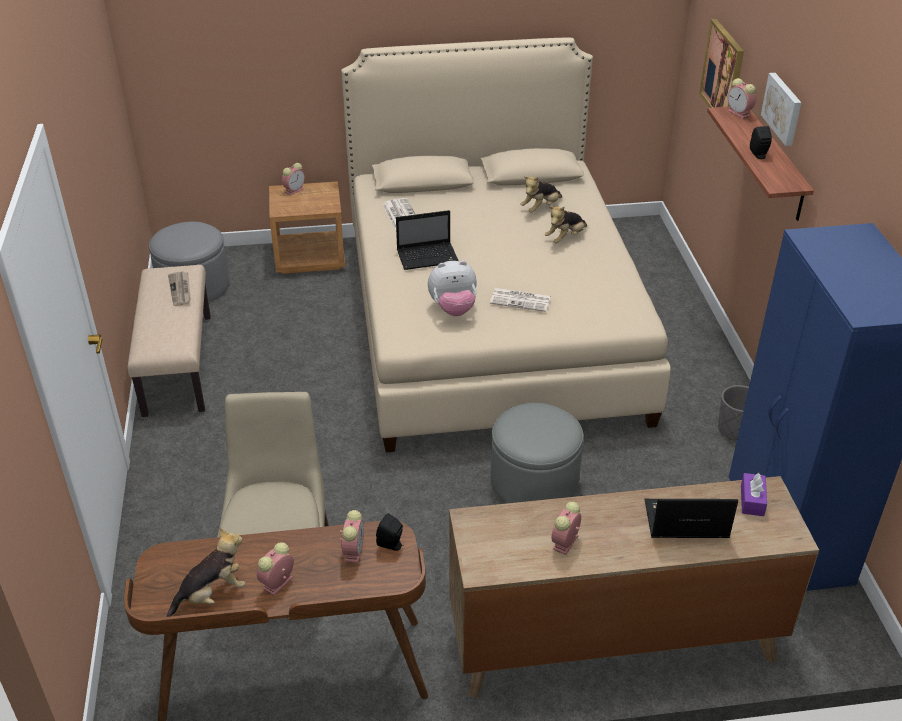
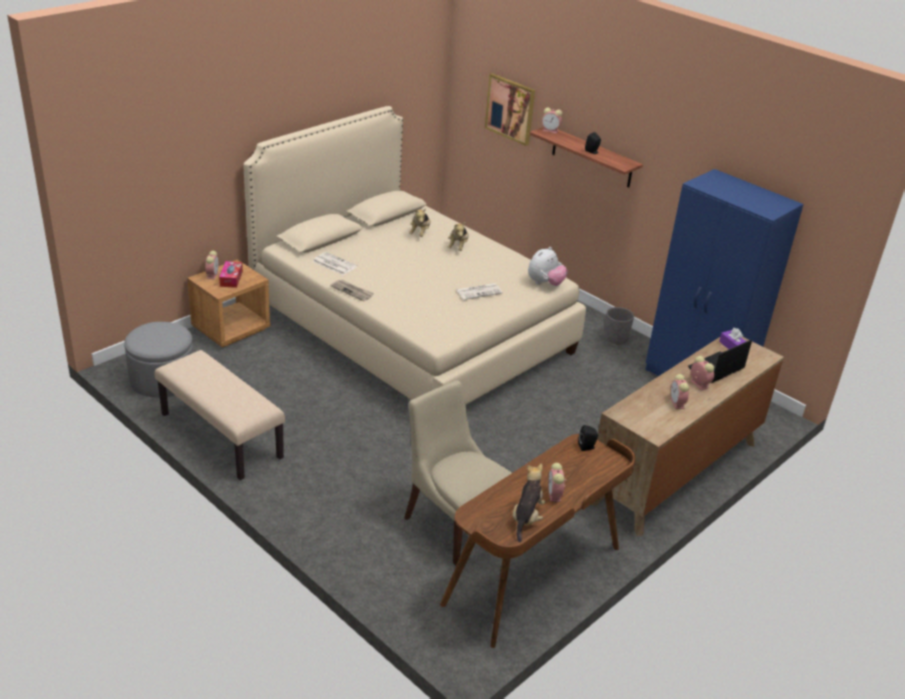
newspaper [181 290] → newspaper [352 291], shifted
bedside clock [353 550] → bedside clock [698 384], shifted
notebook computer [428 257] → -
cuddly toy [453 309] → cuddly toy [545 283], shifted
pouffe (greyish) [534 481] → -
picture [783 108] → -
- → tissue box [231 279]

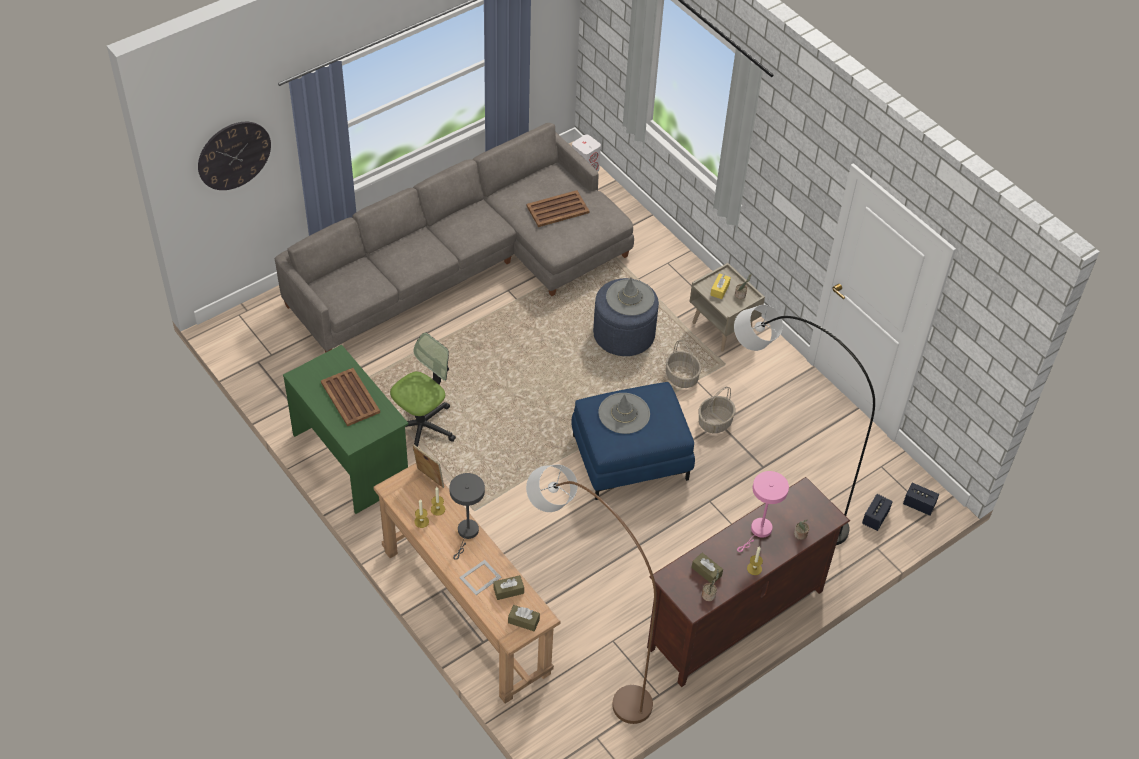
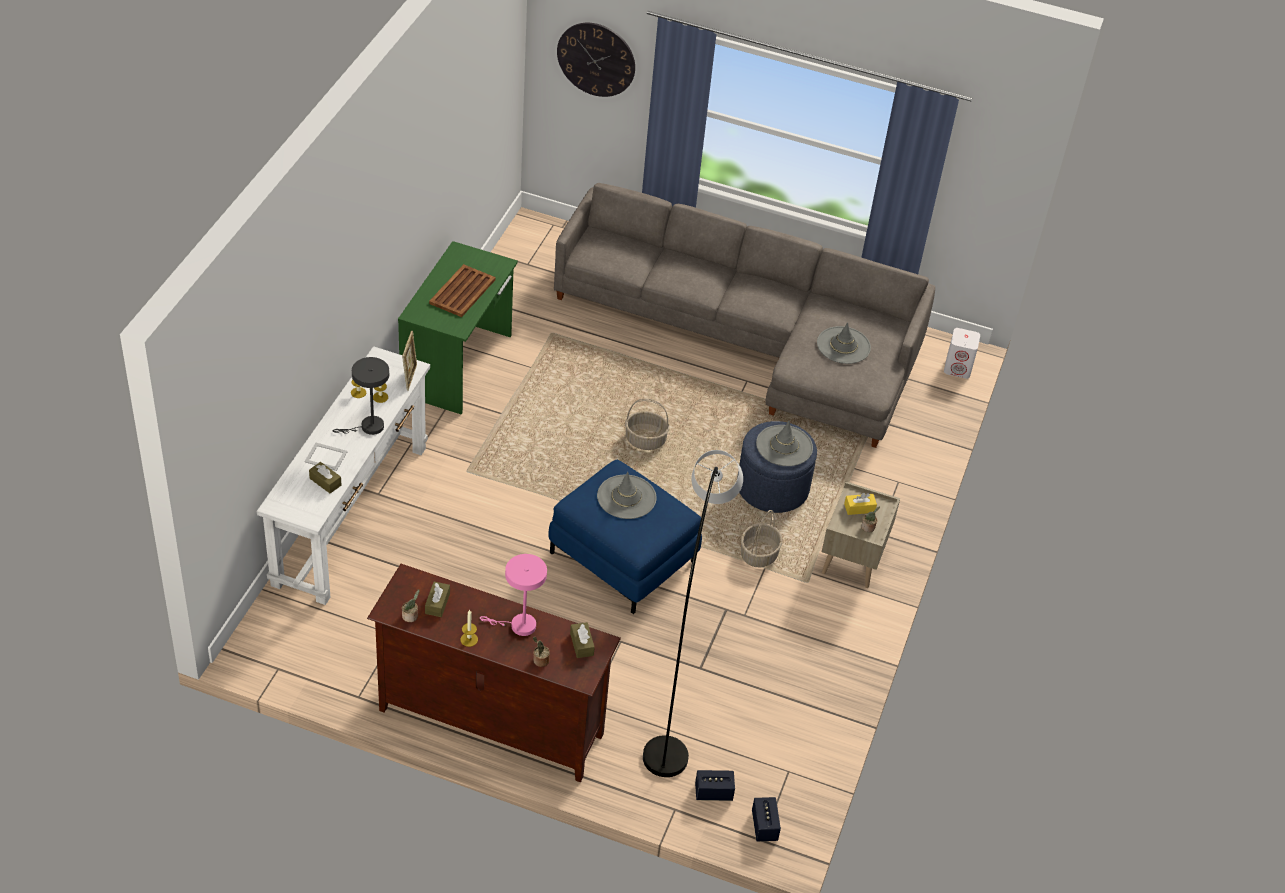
console table (brown-coloured) [465 611] → console table (white-coloured) [351 514]
computer chair [422 426] → -
tissue box (brown-coloured) [523 621] → tissue box (brown-coloured) [581 644], shifted
serving tray (brown-coloured) [558 209] → clothing hat (greyish) [843 345]
standing lamp (brown-coloured) [584 652] → -
basket [715 422] → basket [646 440], shifted

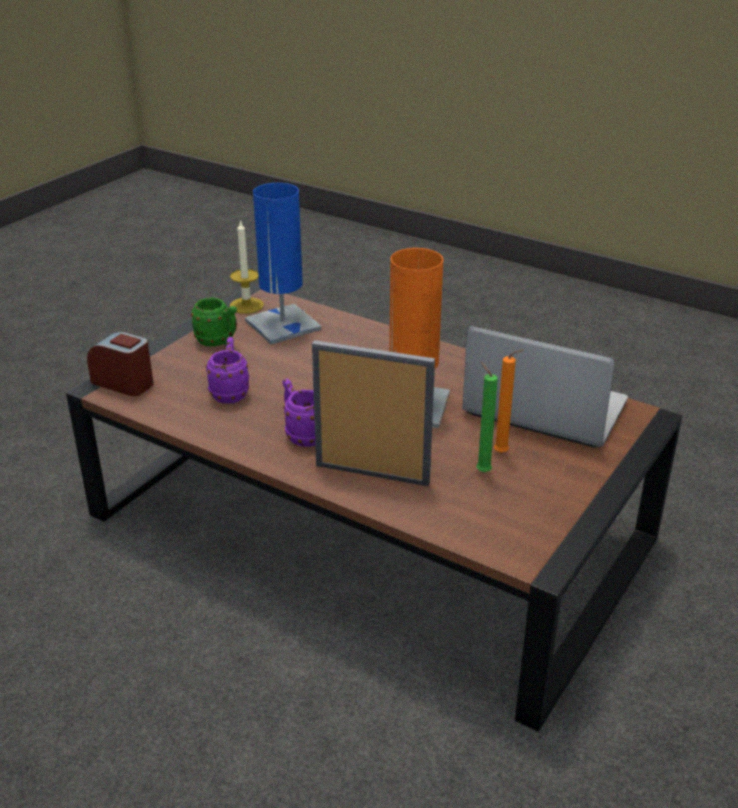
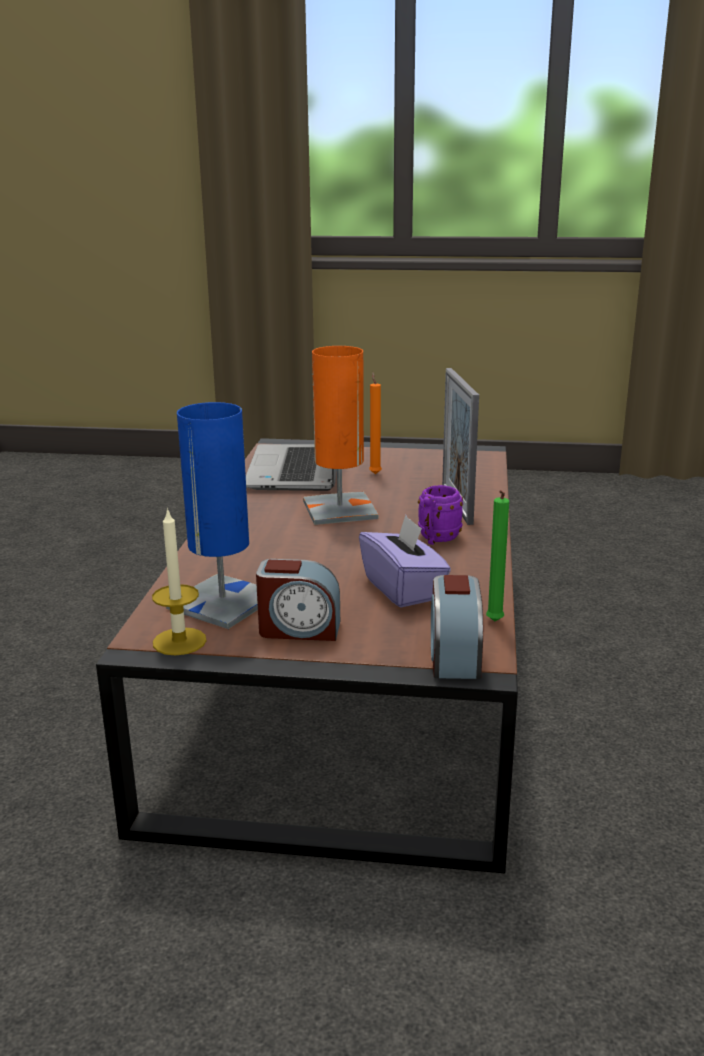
tea mug (greenish) [218 342] → bedside clock [299 629]
tea mug (purplish) [230 392] → tissue box (purplish) [403 589]
wax candle (greenish) [481 471] → wax candle (greenish) [494 622], shifted

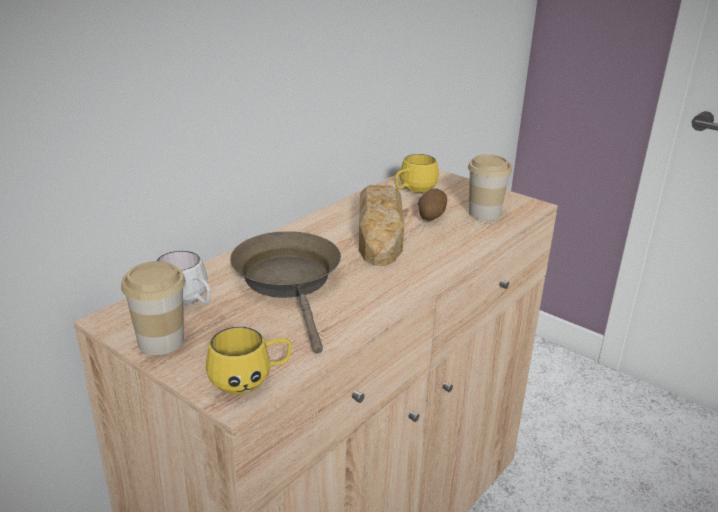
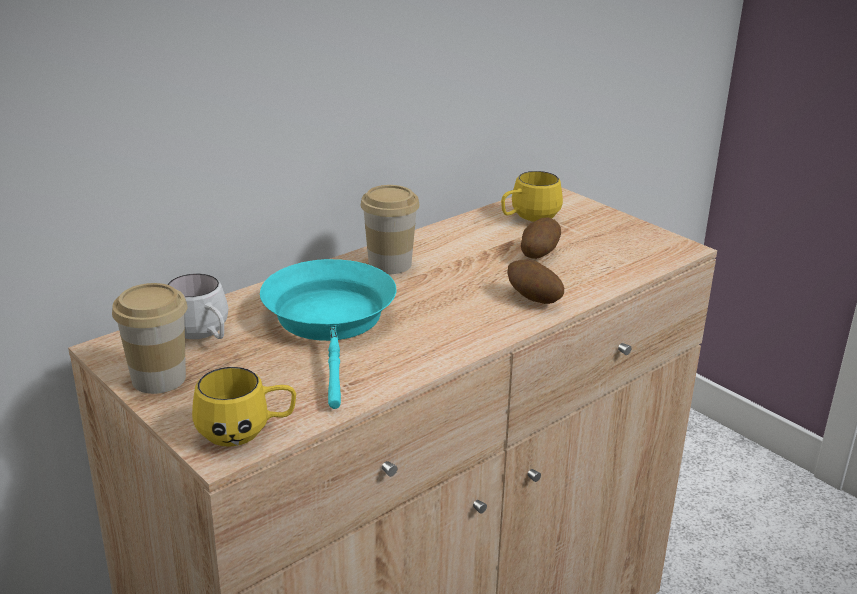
frying pan (brown-coloured) [290 282] → frying pan (turquoise) [331 322]
bread [379 232] → -
drinking cup [484 213] → drinking cup [390 264], shifted
- → potato [533 299]

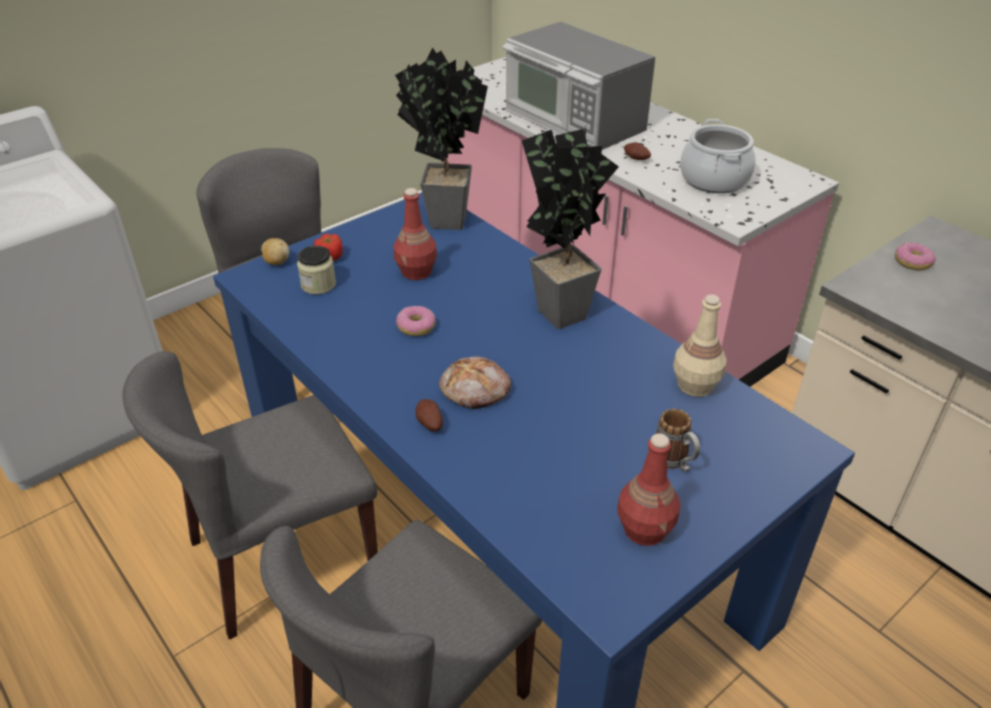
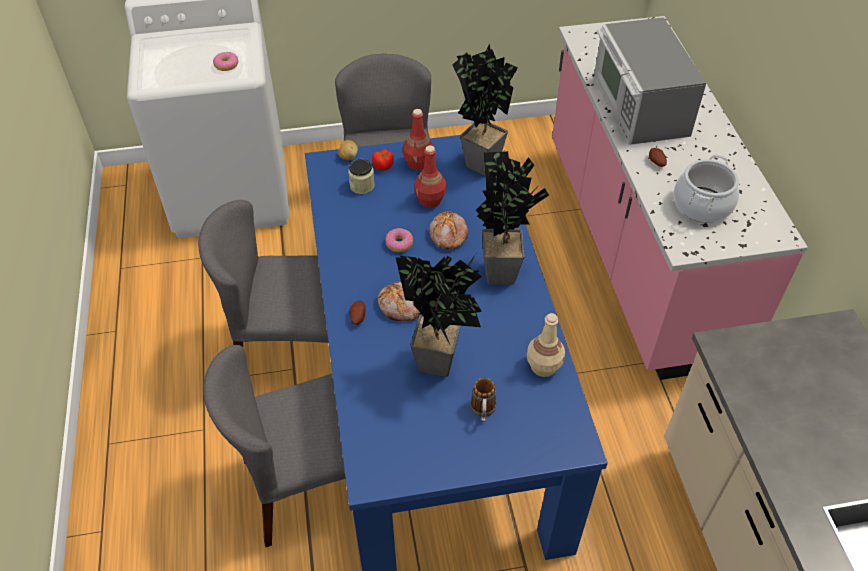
beverage bottle (red) [645 529] → beverage bottle (red) [418 163], shifted
ring doughnut [912 262] → ring doughnut [226 65], shifted
- → houseplant [441 367]
- → bread [447 235]

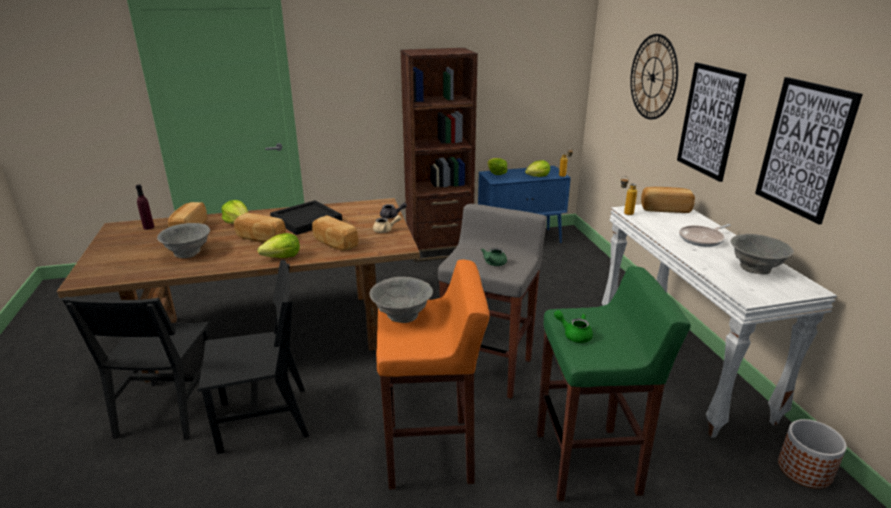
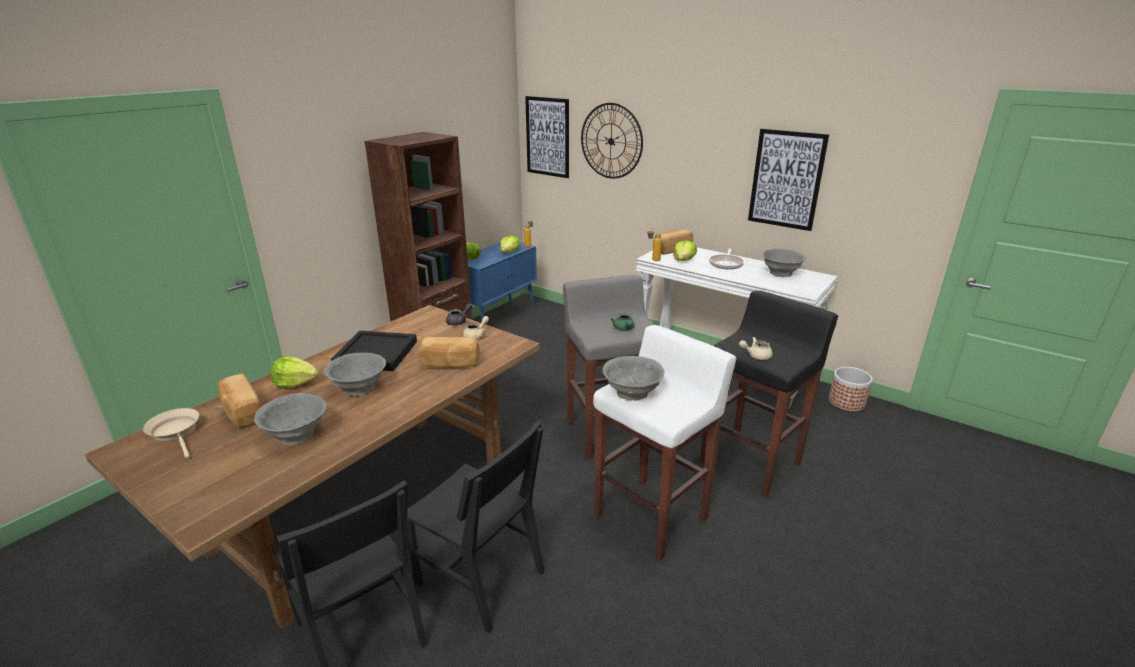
beverage bottle (purplish) [148 227] → frying pan (sand-coloured) [176 432]
chair (black-coloured) [264 419] → chair (black-coloured) [480 578], 90 degrees clockwise
bread [260 238] → bowl (greyish) [359 388]
lettuce head [282 257] → lettuce head [683 260], shifted
stool (orange) [431 453] → stool (white-coloured) [652 516]
stool (greenish) [588 463] → stool (black-coloured) [751 462]
tea pot (greenish) [574 334] → tea pot (sand-coloured) [756 355]
picture [709 121] → picture [547 137], shifted

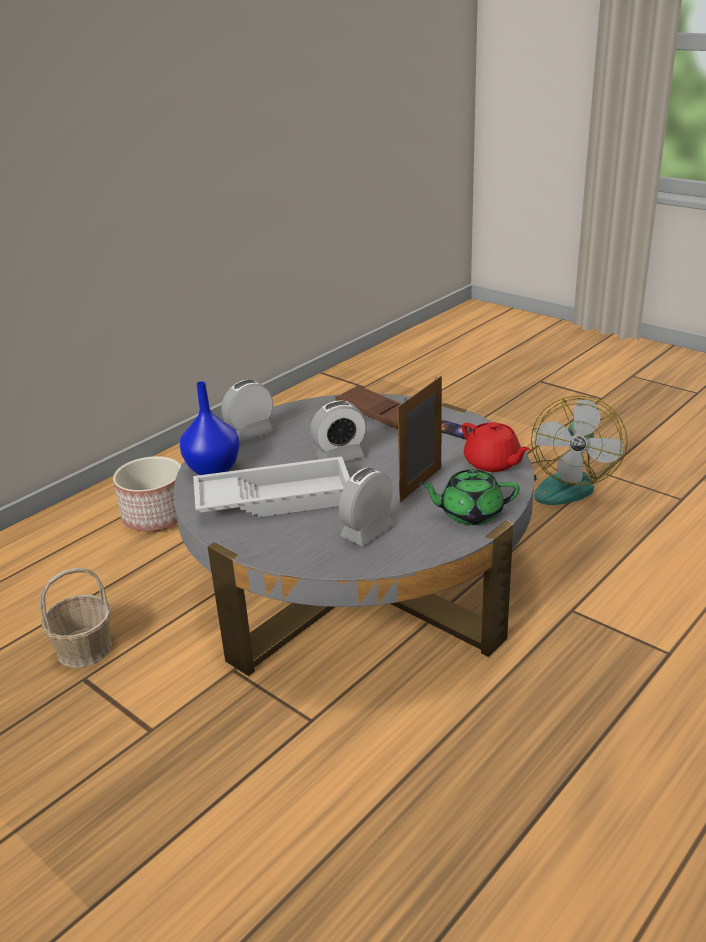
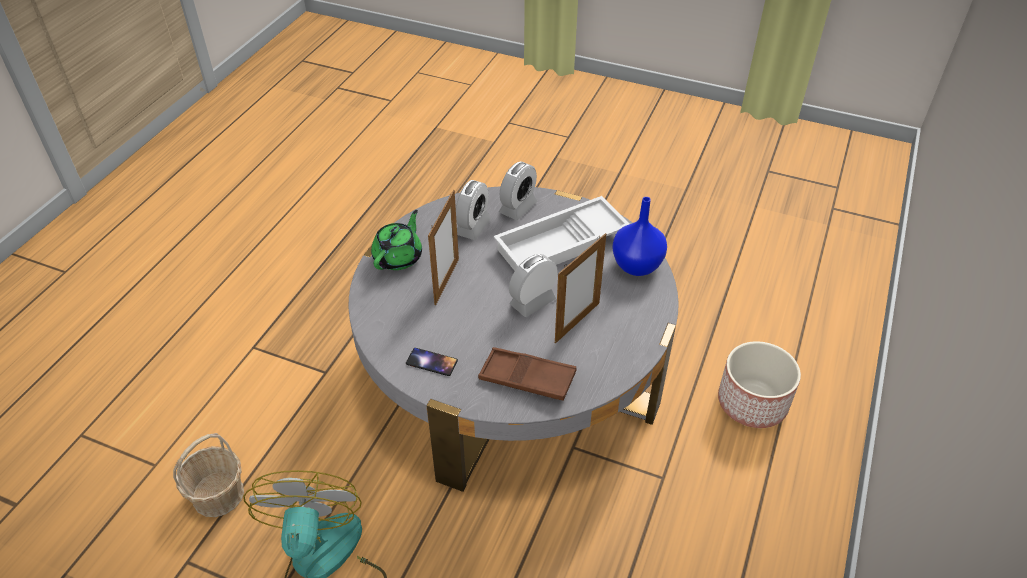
basket [84 649] → basket [218 494], shifted
bedside clock [250 434] → bedside clock [518 207], shifted
tea pot (greenish) [470 513] → tea pot (greenish) [398 257], 45 degrees counterclockwise
tea pot (red) [492 463] → -
- → standing frame [577 322]

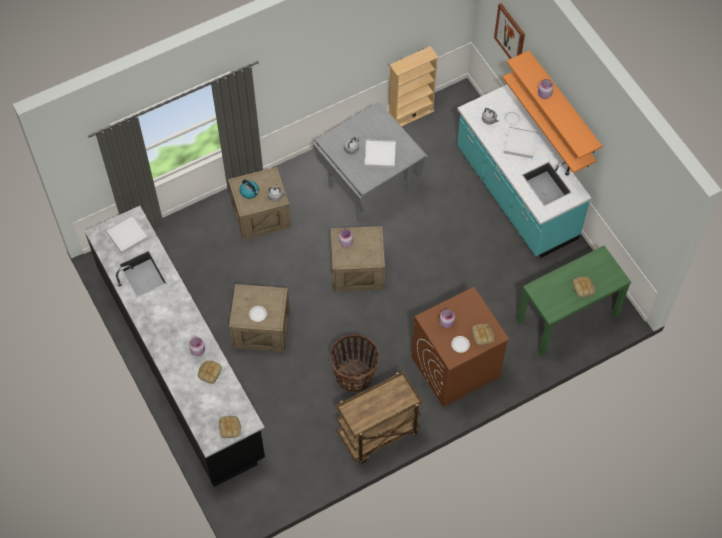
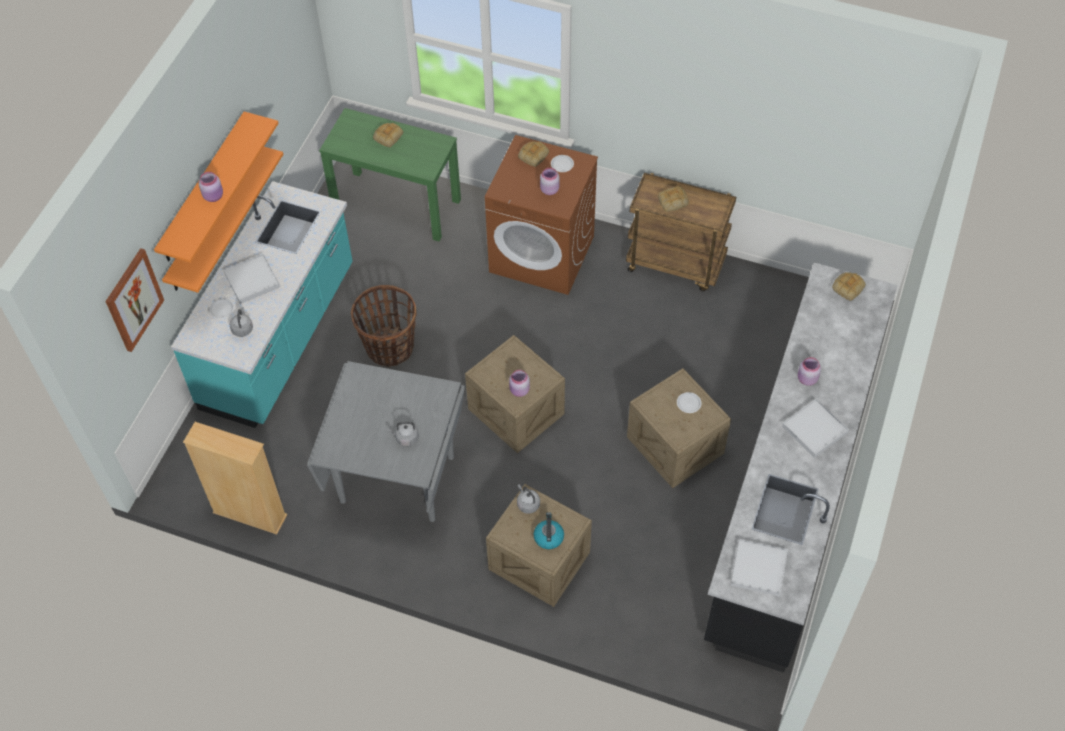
bread [209 372] → bread [672 201], shifted
basket [354 376] → basket [389 347], shifted
serving tray (white-coloured) [380 155] → serving tray (white-coloured) [814 429], shifted

